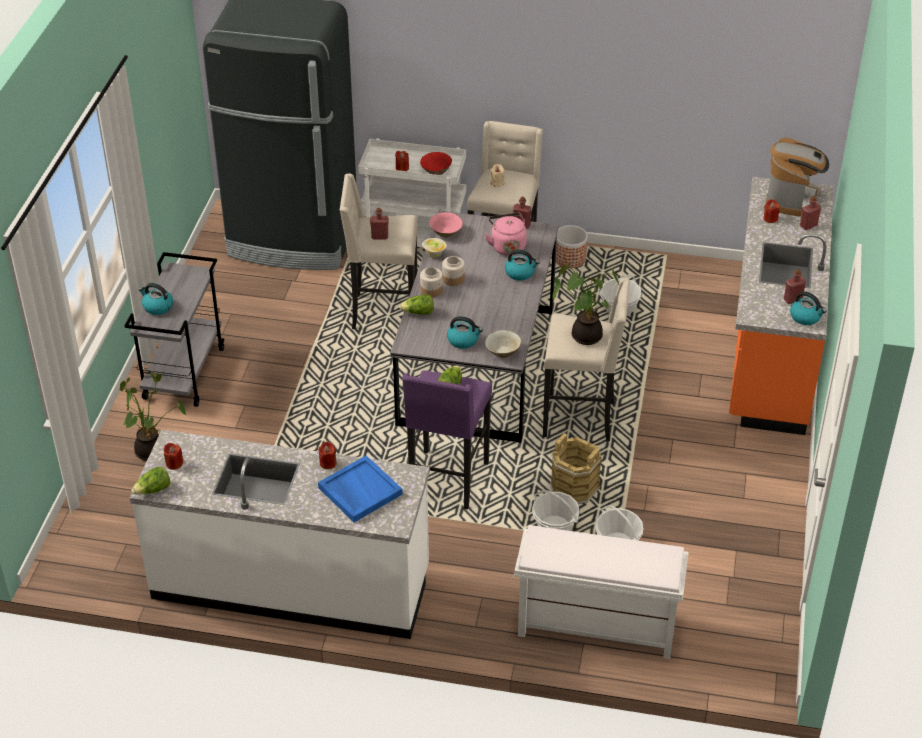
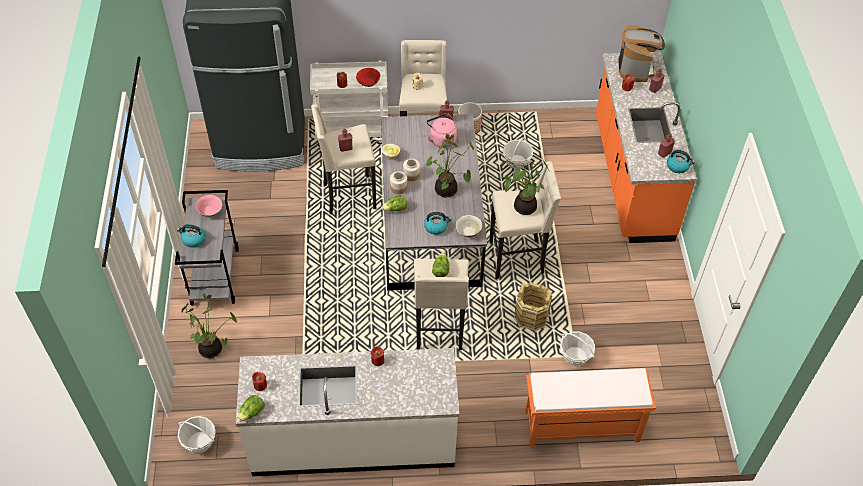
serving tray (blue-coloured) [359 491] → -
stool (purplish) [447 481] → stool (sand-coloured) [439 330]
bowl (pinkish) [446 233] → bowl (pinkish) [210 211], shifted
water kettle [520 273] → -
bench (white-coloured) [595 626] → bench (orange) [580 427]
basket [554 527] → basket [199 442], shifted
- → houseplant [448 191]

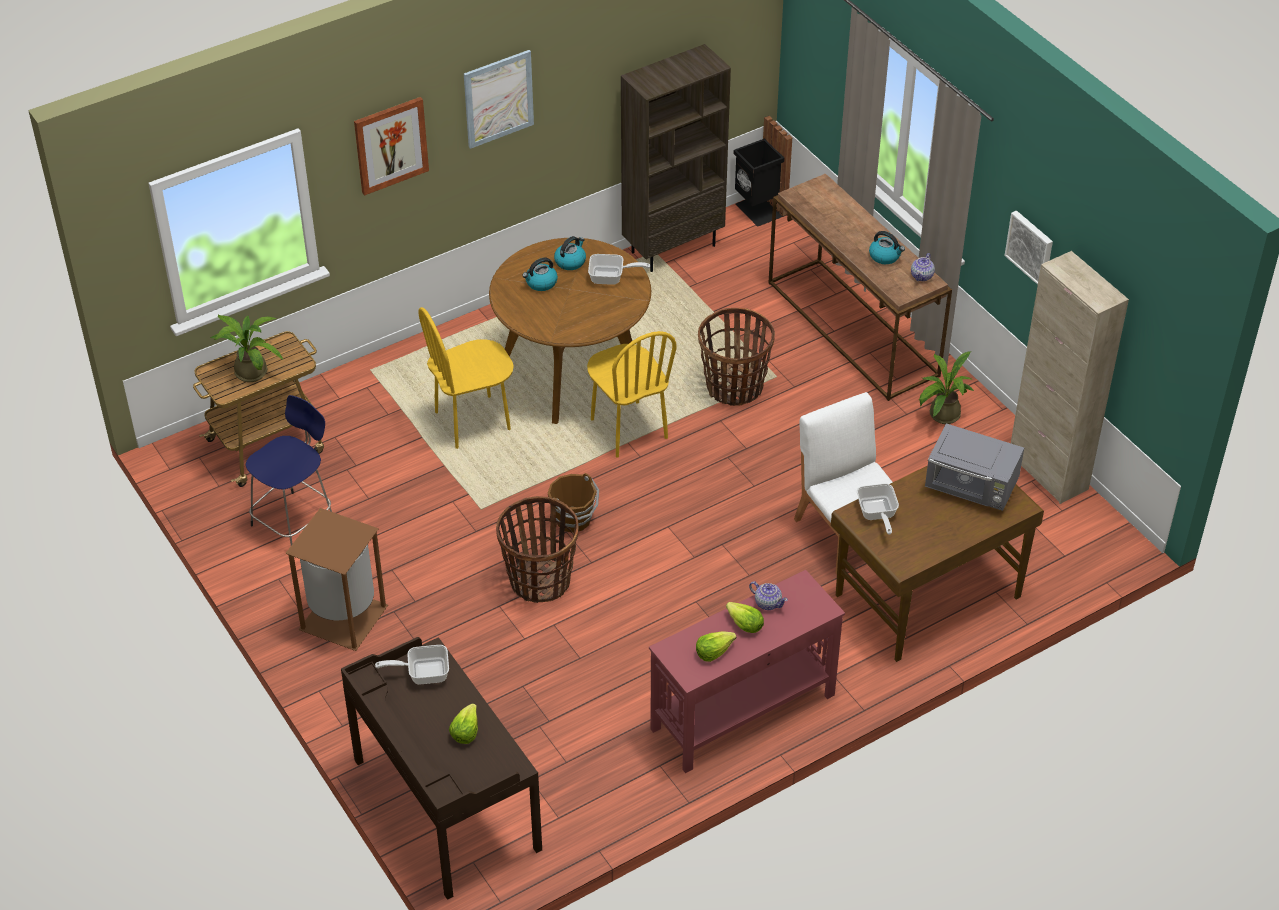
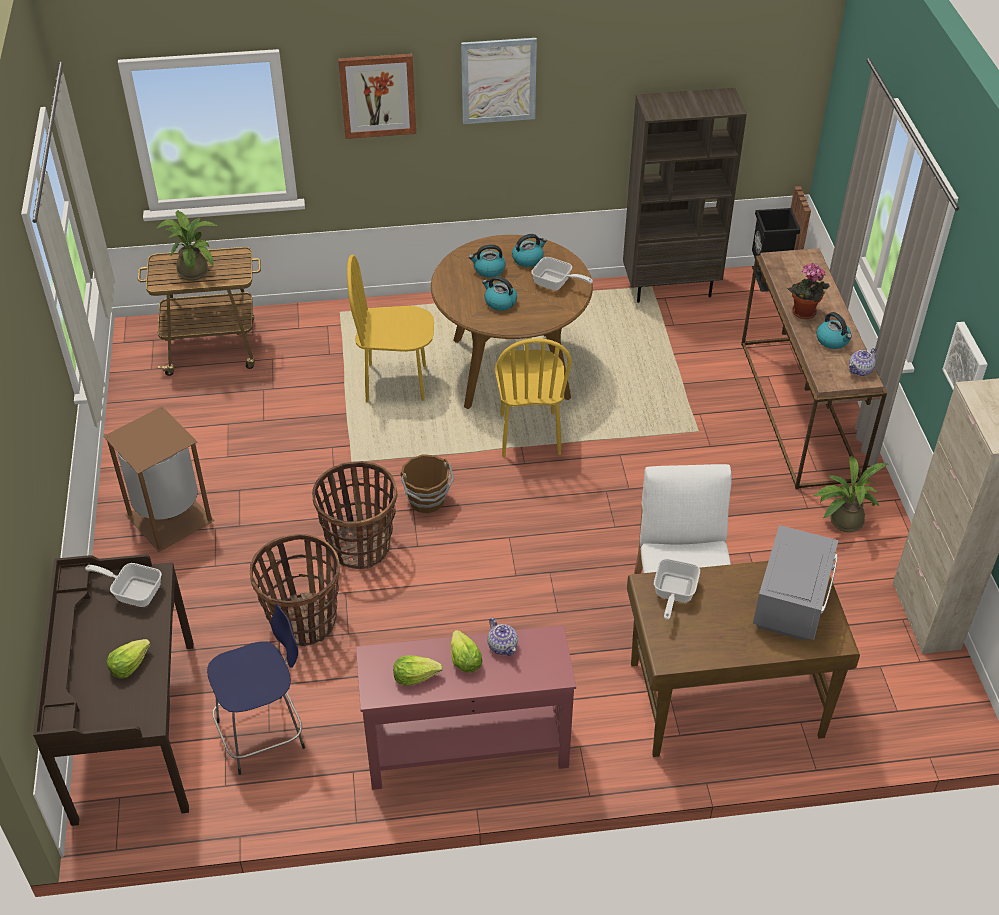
stool (blue-coloured) [295 520] → stool (blue-coloured) [264 733], shifted
basket [734 387] → basket [303 622], shifted
kitchen microwave (greyish) [972 488] → kitchen microwave (greyish) [792 602], 120 degrees counterclockwise
- → water kettle [500 302]
- → houseplant [803 313]

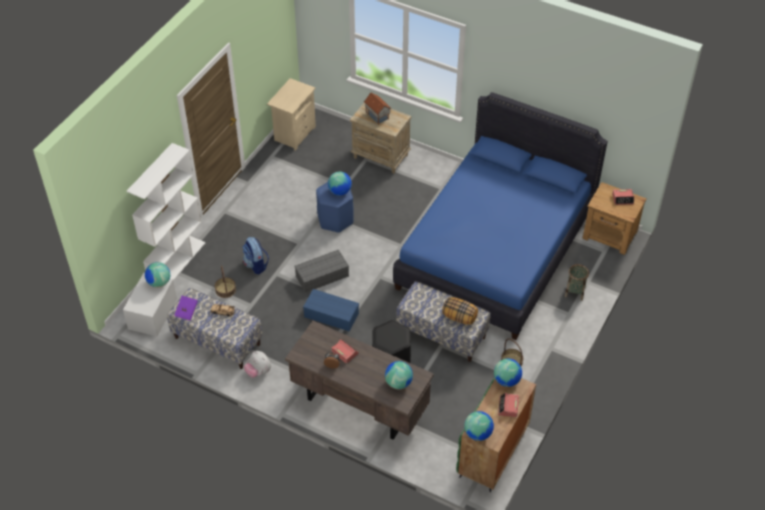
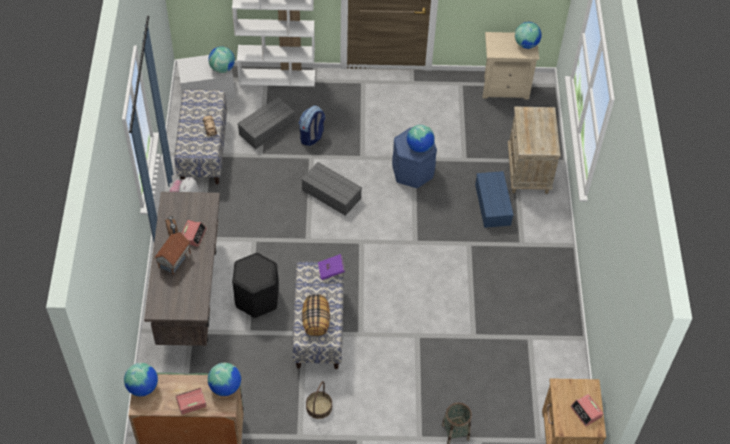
volume (purplish) [187 311] → volume (purplish) [331 271], shifted
basket [225 289] → storage container (greyish) [267 128]
storage container (blue-coloured) [330 315] → storage container (blue-coloured) [492 204], shifted
miniature house [377 115] → miniature house [175 260], shifted
world globe [398 382] → world globe [526 44], shifted
bedroom bed (blue-coloured) [494 250] → -

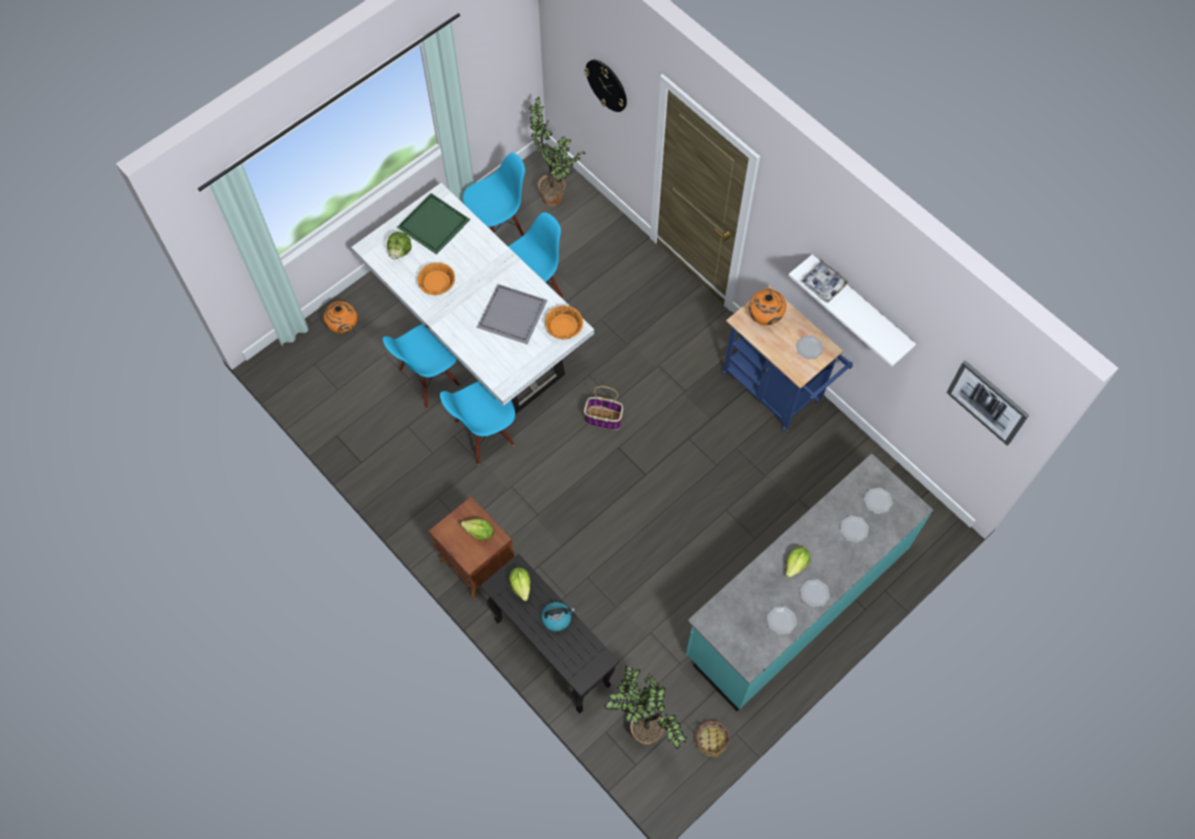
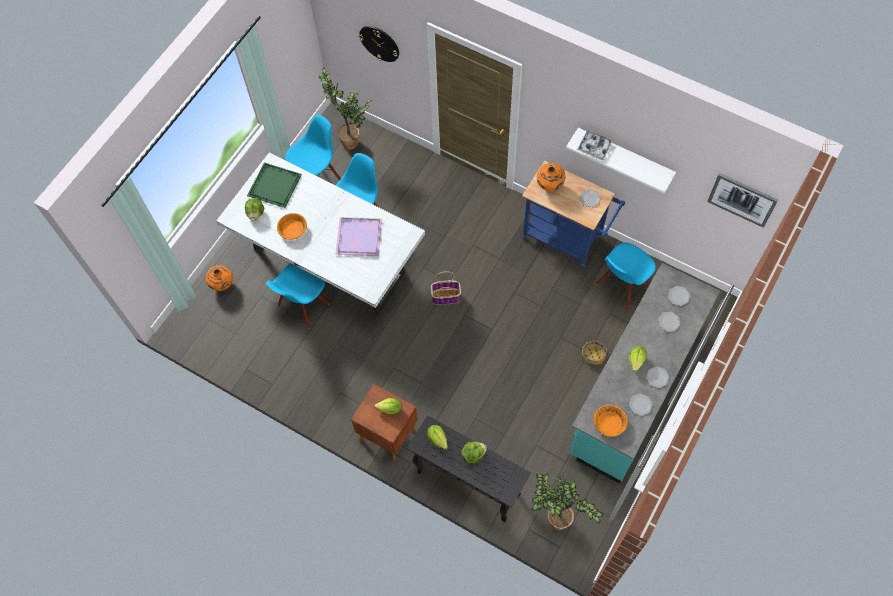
chair (blue-coloured) [484 434] → chair (blue-coloured) [621 286], shifted
serving tray (greyish) [513 314] → serving tray (purplish) [360 236]
water kettle [557 618] → lettuce head [473 454]
bowl (orange) [563 327] → bowl (orange) [609 423], shifted
basket [711 739] → basket [593 354], shifted

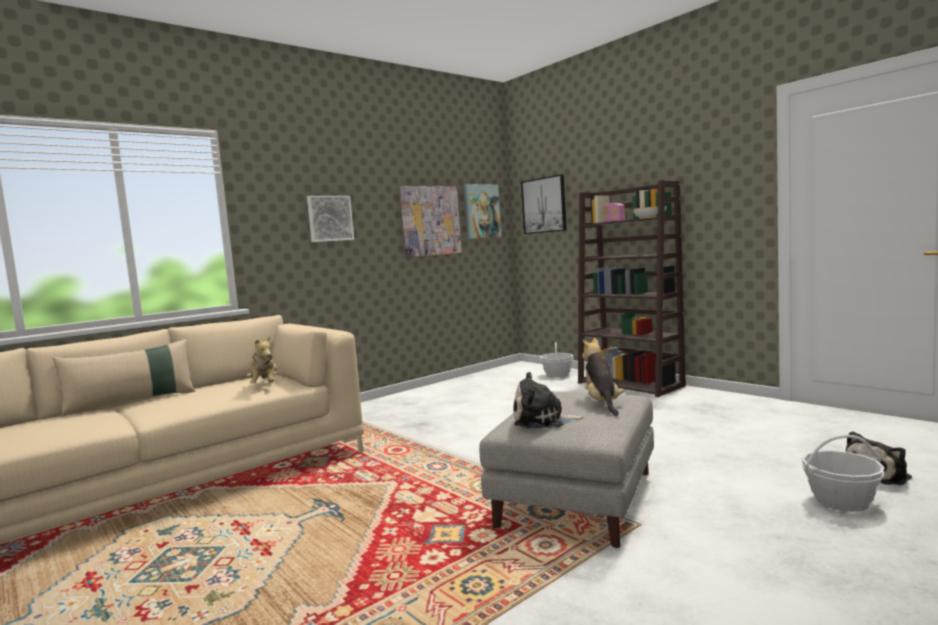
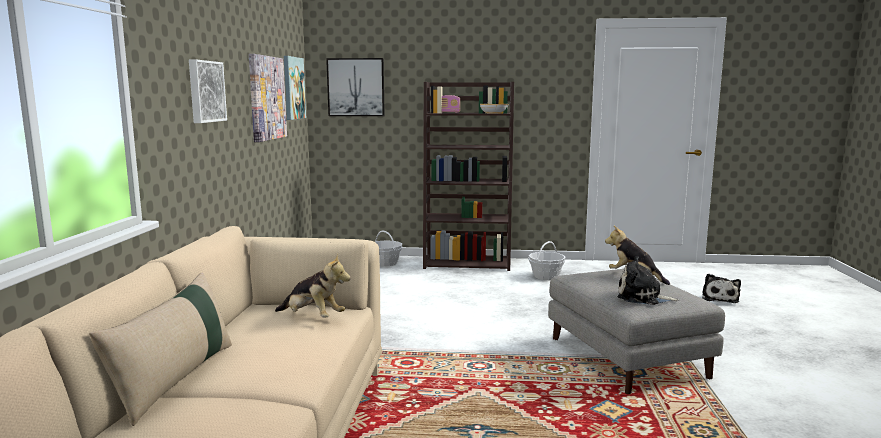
cuddly toy [543 421] → cuddly toy [642 297], 60 degrees clockwise
basket [841 501] → basket [546 276], shifted

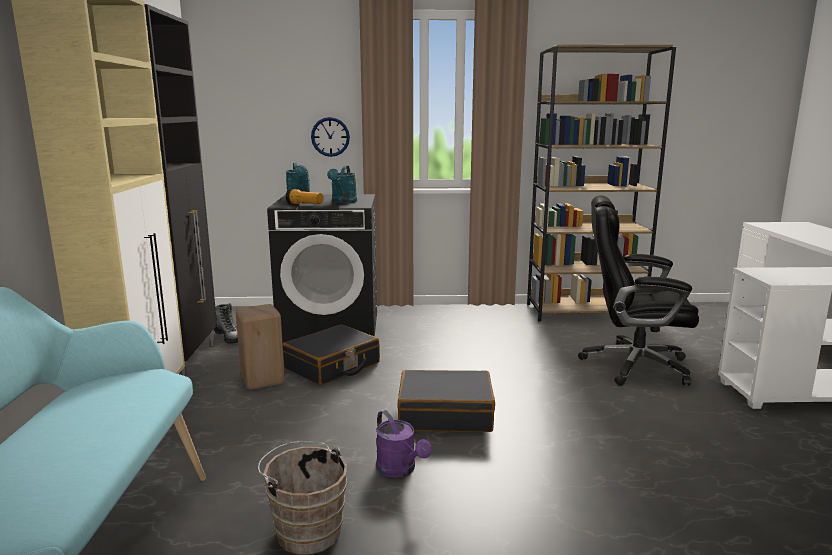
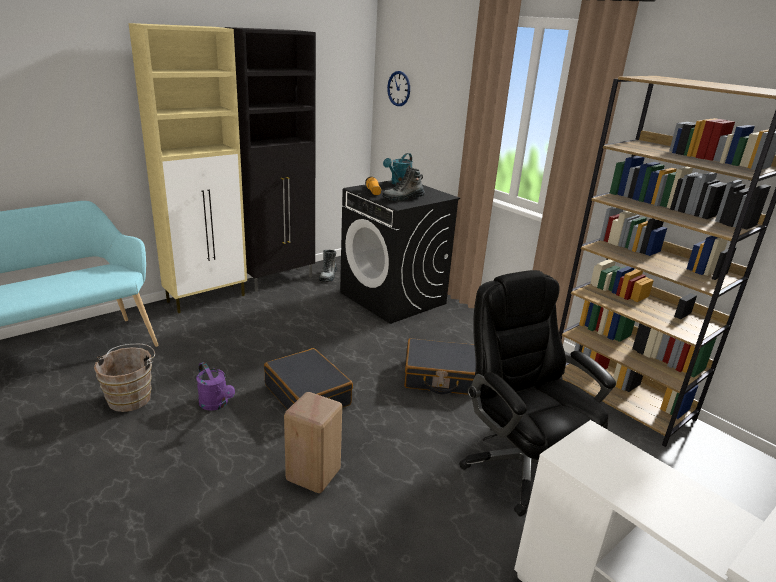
stool (sand-coloured) [263 379] → stool (sand-coloured) [315 474], shifted
travel case (black-coloured) [332 366] → travel case (black-coloured) [440 377], shifted
hanging clock [330 137] → hanging clock [399 88], shifted
watering can (turquoise) [343 202] → tall boot [403 198]
watering can (purplish) [400 470] → watering can (purplish) [216 404], 60 degrees counterclockwise

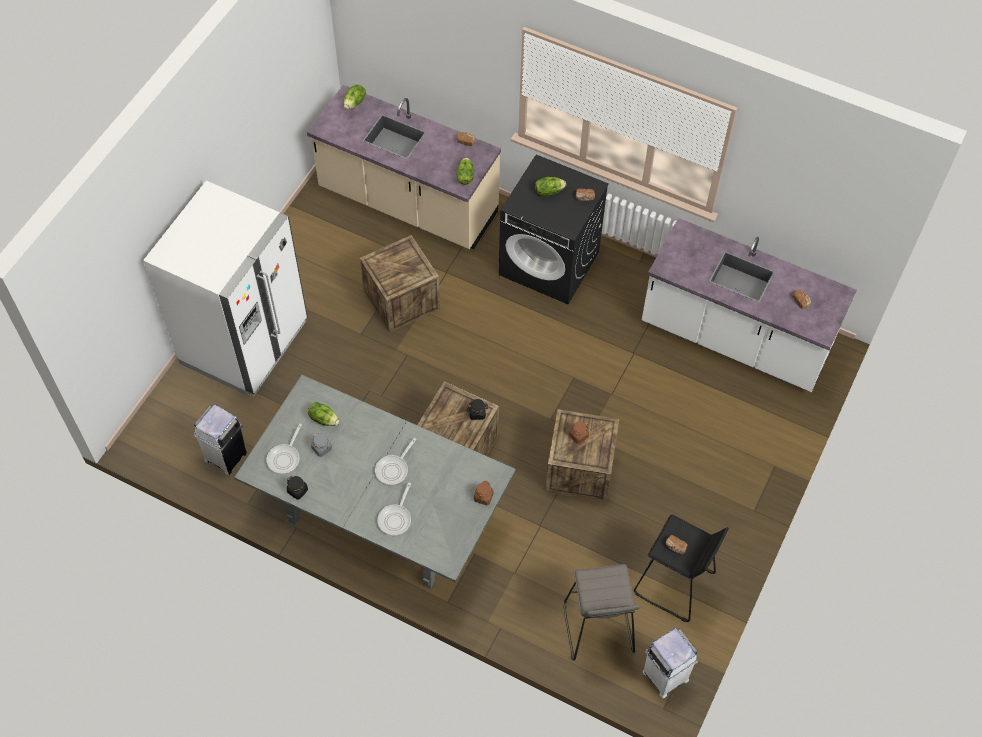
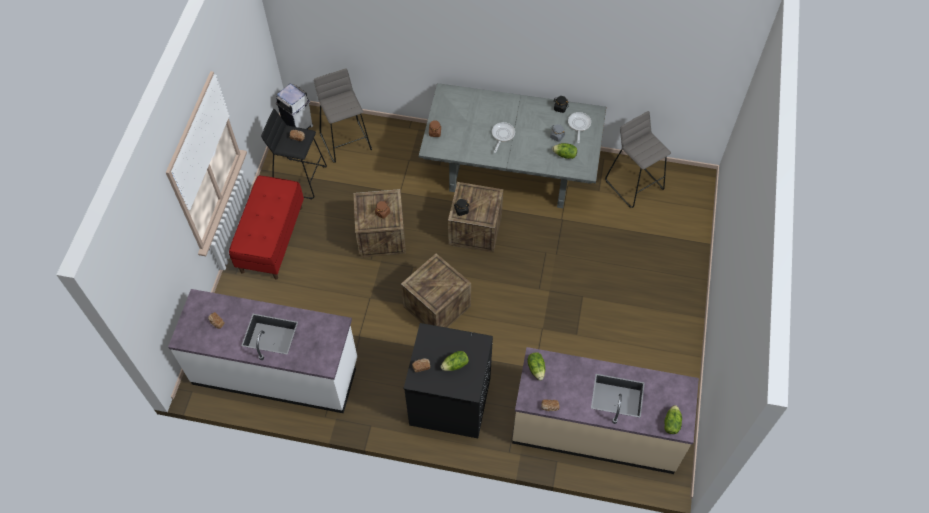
kitchen fridge (white-coloured) [244 342] → -
waste bin (white-coloured) [226 456] → stool (greyish) [634 184]
crate [401 299] → crate [437 306], shifted
frying pan [396 518] → -
- → bench (red) [271 239]

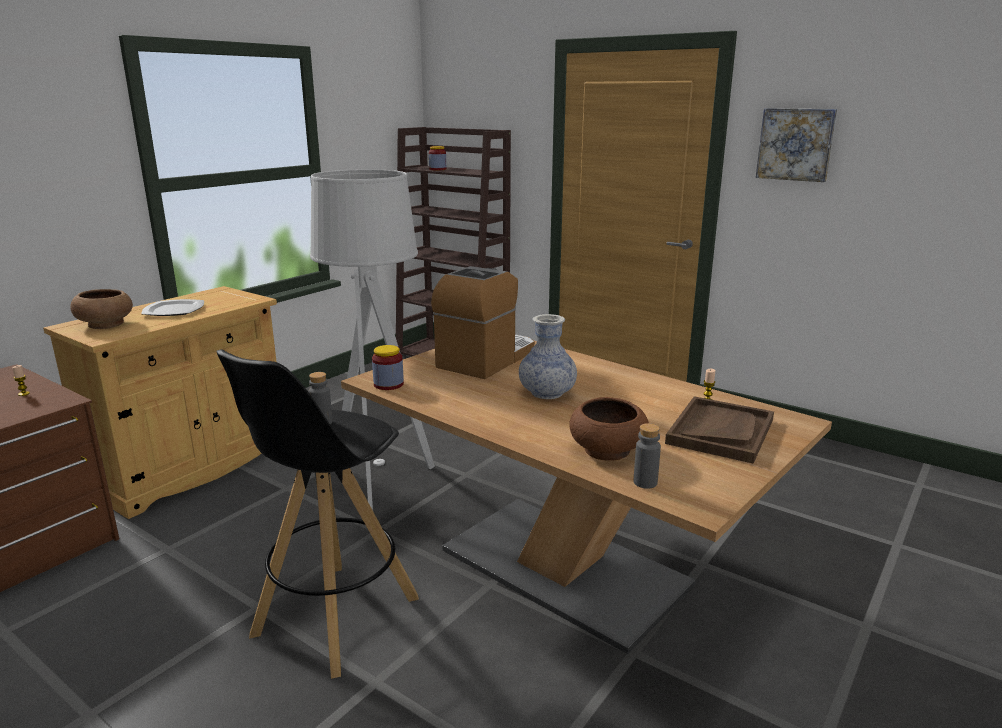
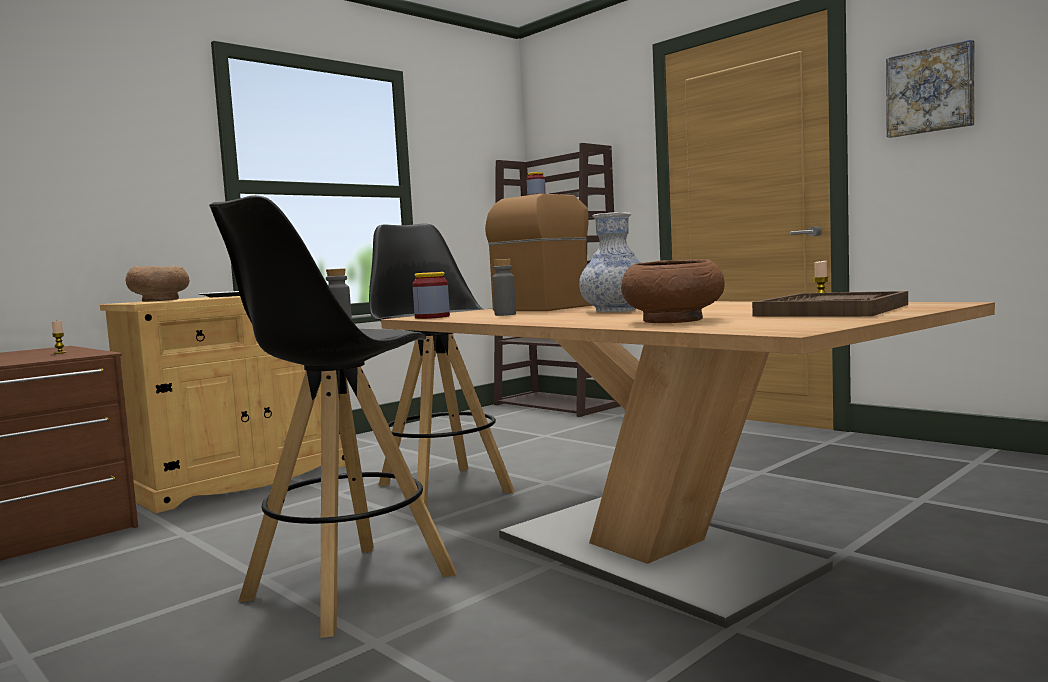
standing lamp (greyish) [380 481] → stool (black-coloured) [443 488]
beverage bottle (greyish) [645 482] → beverage bottle (greyish) [505 314], shifted

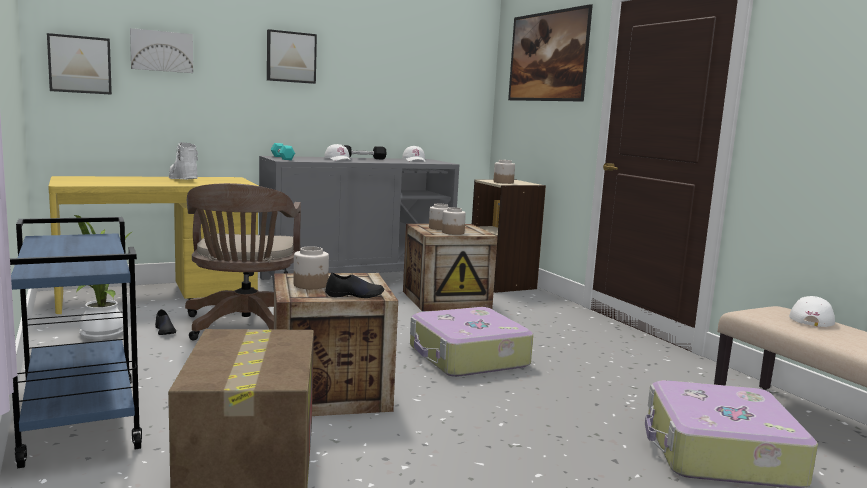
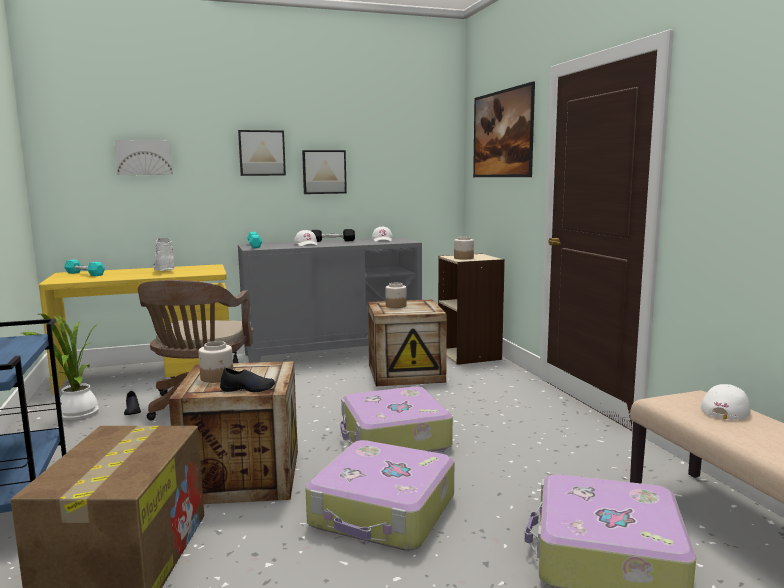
picture [80 64] → picture [324 172], shifted
preserve jar [453 232] → -
- → dumbbell (turquoise) [84 274]
- → travel case [383 512]

